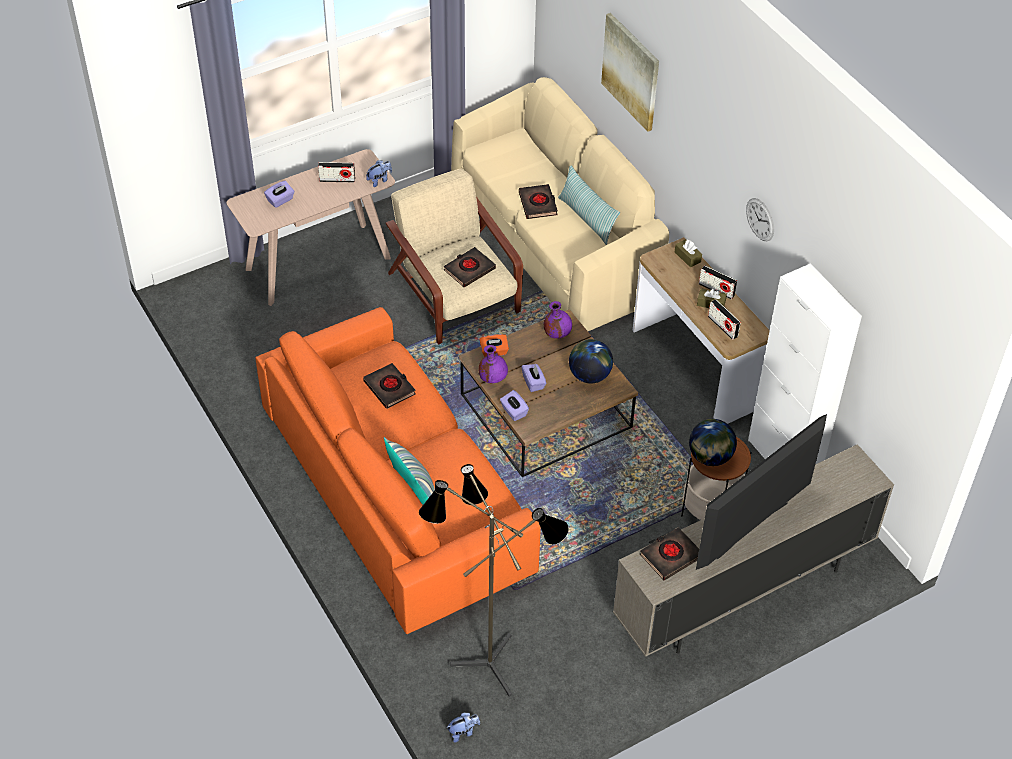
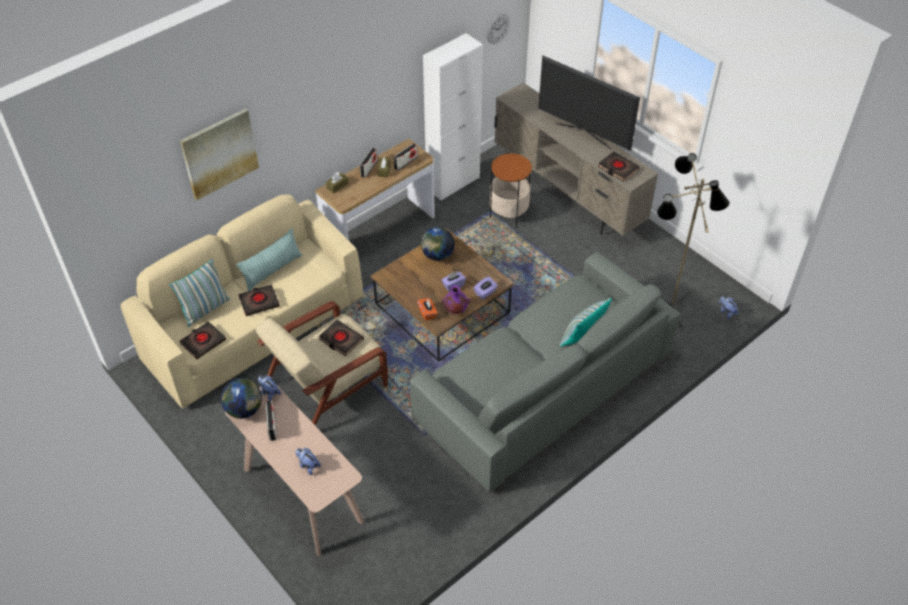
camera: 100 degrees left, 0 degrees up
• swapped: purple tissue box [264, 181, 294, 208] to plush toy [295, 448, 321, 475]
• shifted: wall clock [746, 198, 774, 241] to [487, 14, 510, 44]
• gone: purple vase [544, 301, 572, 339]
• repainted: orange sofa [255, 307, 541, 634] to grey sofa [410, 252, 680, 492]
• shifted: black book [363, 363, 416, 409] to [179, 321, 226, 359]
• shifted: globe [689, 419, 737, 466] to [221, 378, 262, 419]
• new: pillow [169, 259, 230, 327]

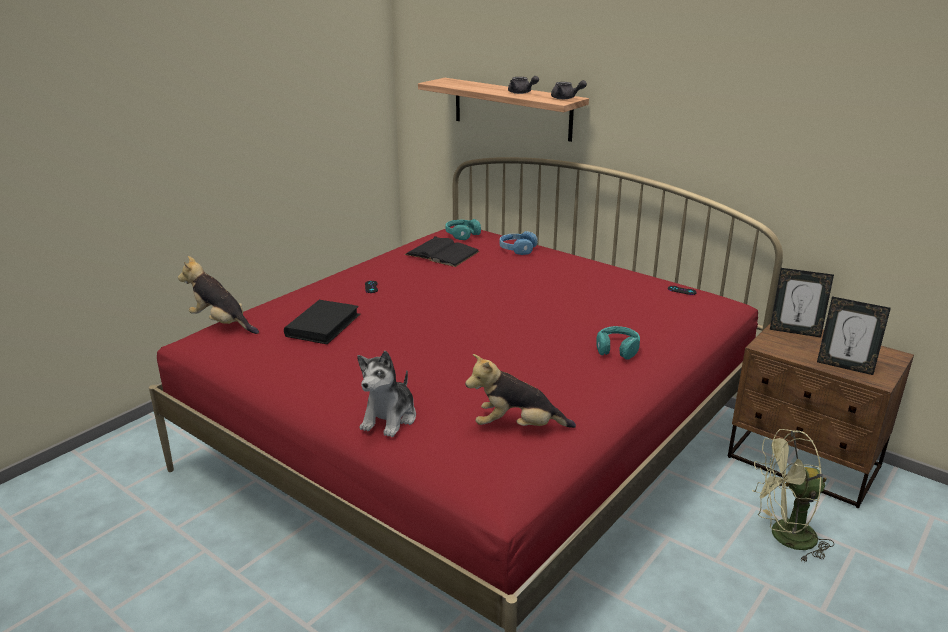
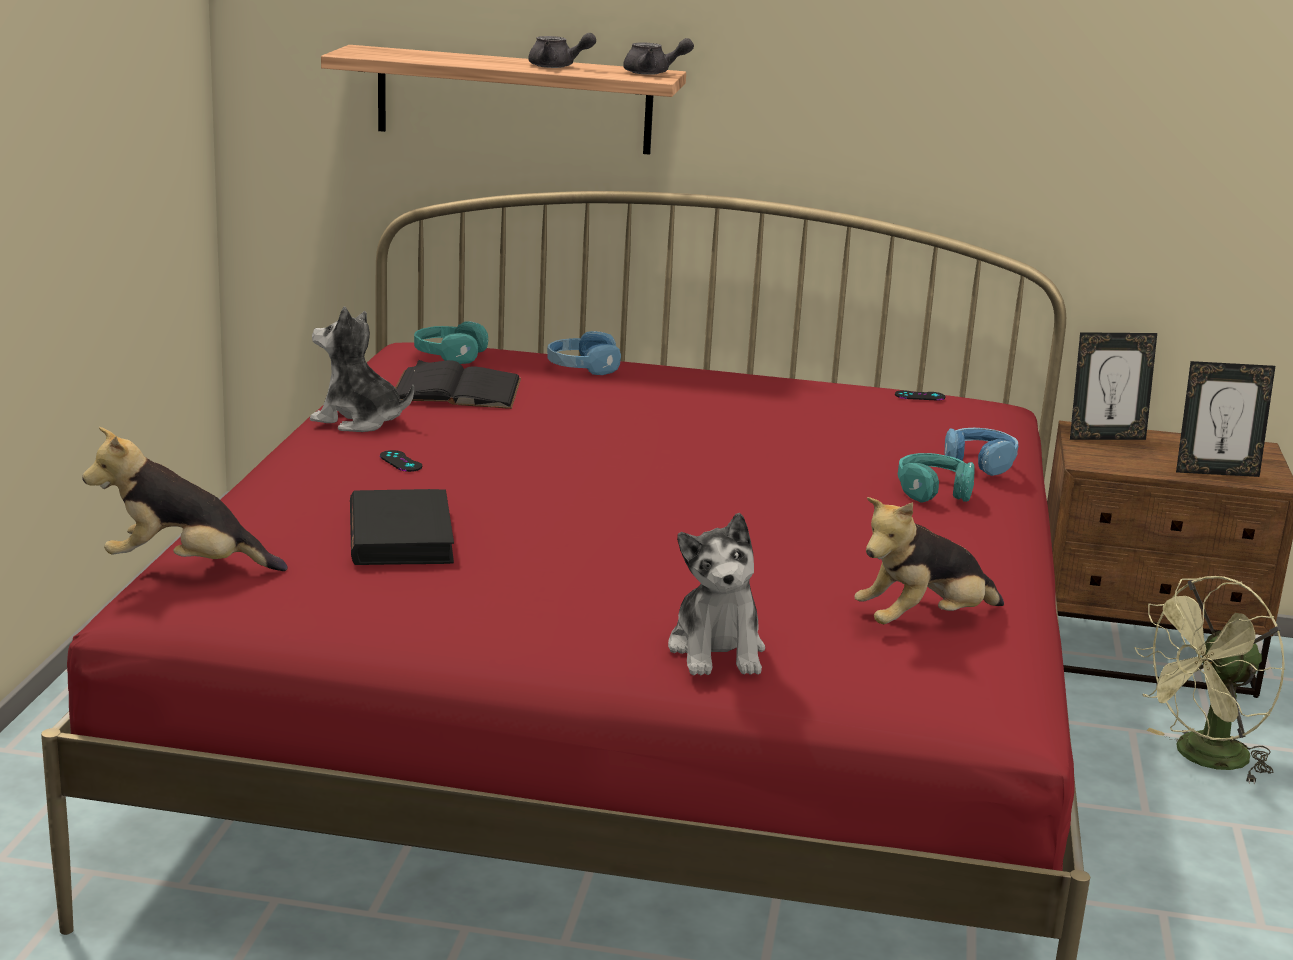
camera: 30 degrees left, 5 degrees down
• new: plush toy [310, 307, 414, 432]
• new: blue headphones [945, 428, 1018, 476]

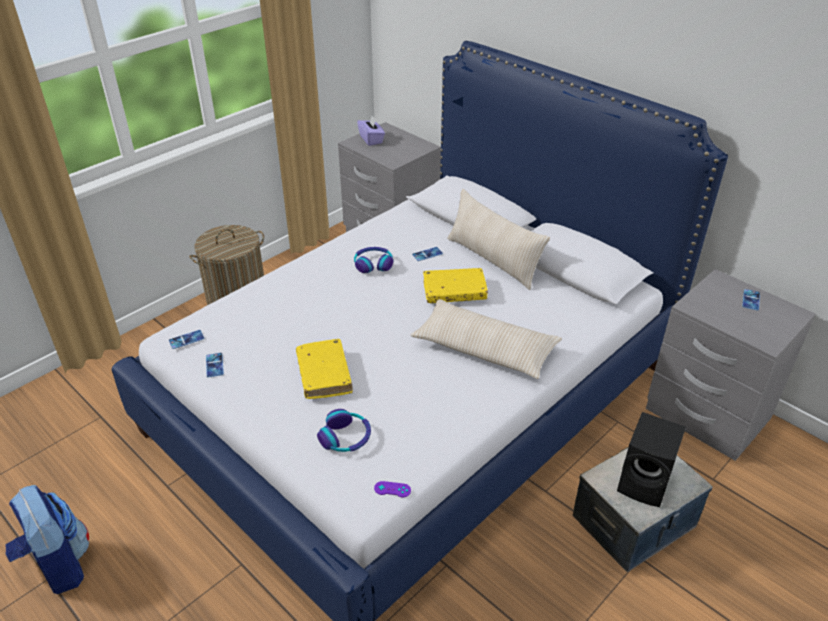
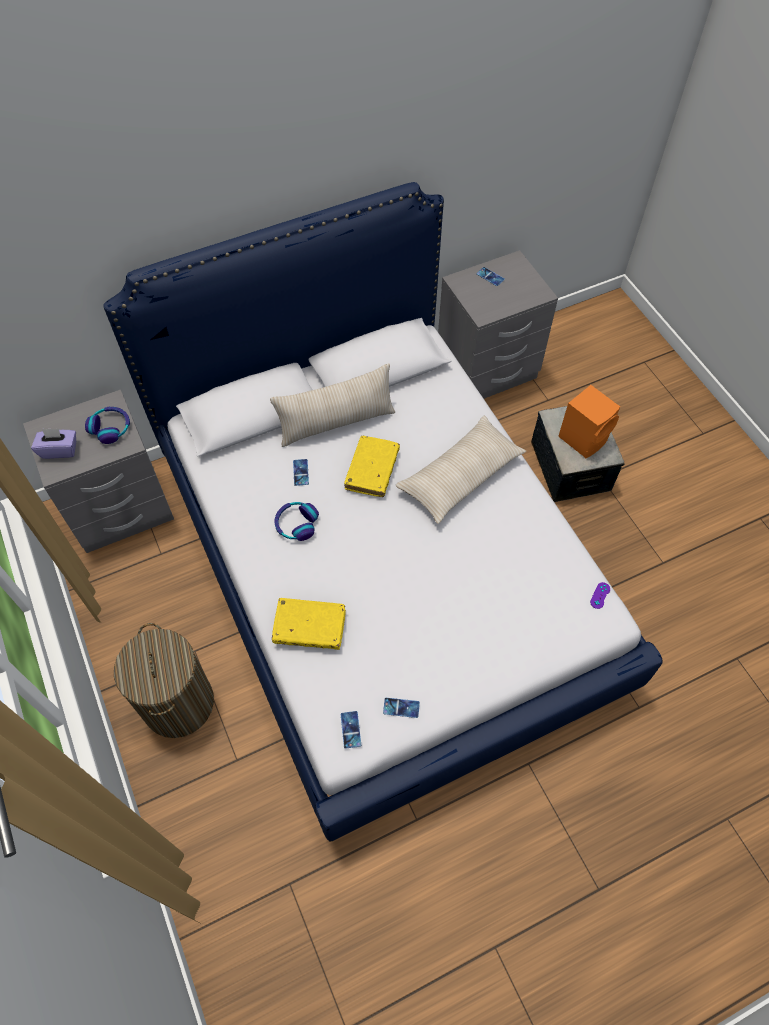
camera: 70 degrees left, 20 degrees up
• shifted: yellow book [296, 339, 353, 399] to [272, 598, 346, 650]
• shifted: headphones [317, 409, 371, 452] to [85, 407, 130, 444]
• repainted: black speaker [617, 412, 686, 507] to orange speaker [558, 385, 620, 458]
• gone: backpack [6, 485, 89, 594]

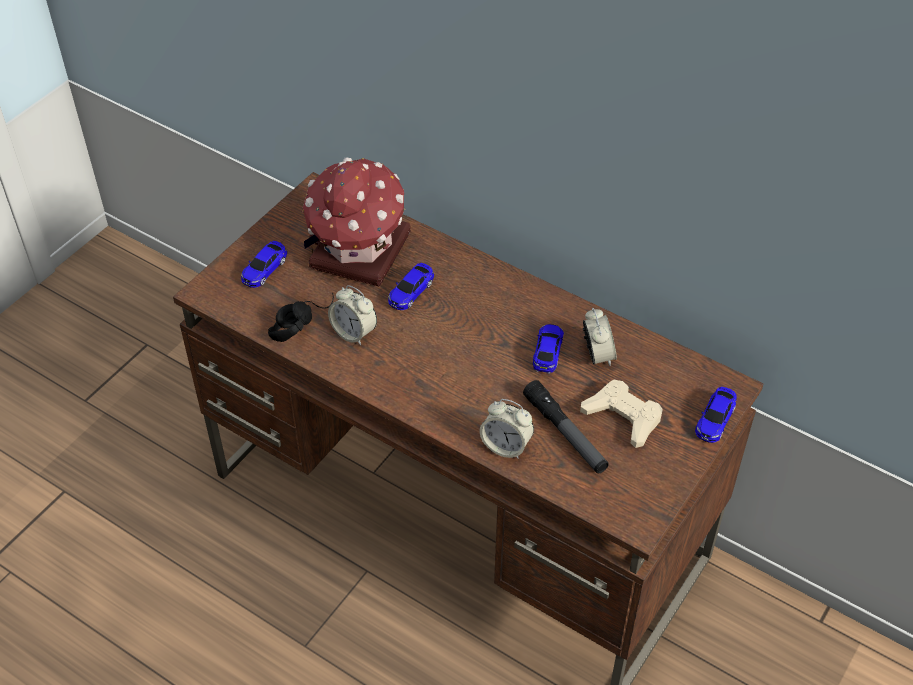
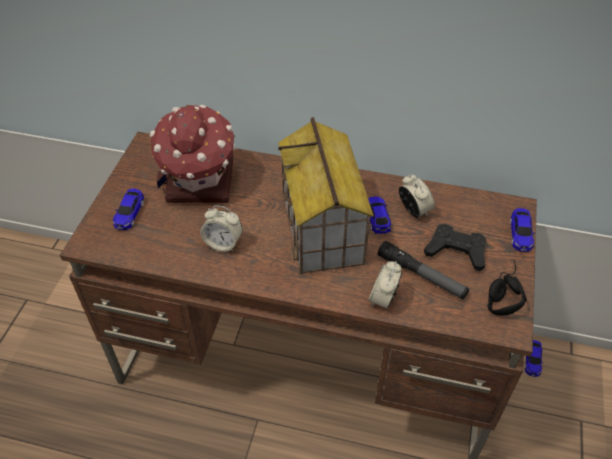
camera: 20 degrees left, 0 degrees up
• shifted: toy car [388, 263, 434, 310] to [525, 340, 543, 377]
• shifted: black headphones [268, 292, 334, 342] to [487, 260, 527, 316]
• repainted: beige game controller [580, 380, 663, 448] to black game controller [424, 224, 486, 271]
• rotated: alarm clock [480, 399, 534, 459] = [368, 261, 402, 309] 105 degrees clockwise
• new: toy house [278, 117, 374, 274]

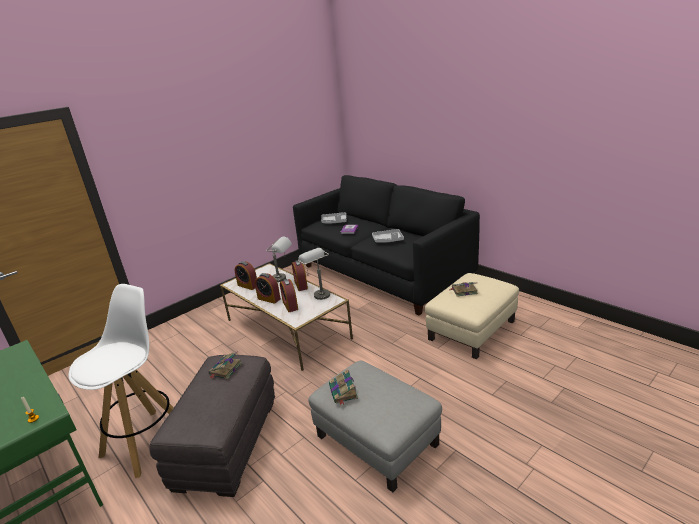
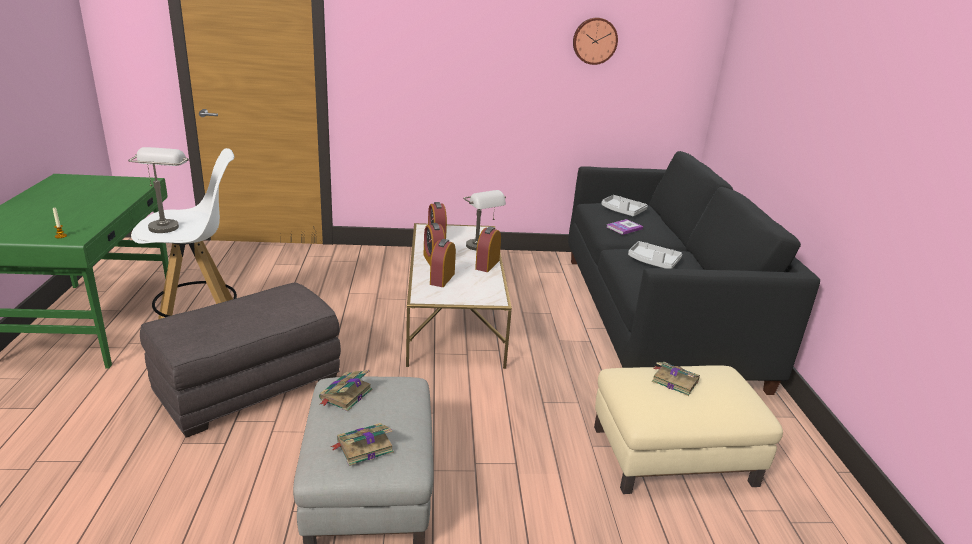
camera: 35 degrees right, 0 degrees up
• shifted: grey table lamp [298, 248, 330, 300] to [128, 147, 189, 233]
• shifted: book [209, 351, 242, 379] to [330, 423, 394, 466]
• new: wall clock [573, 18, 618, 65]

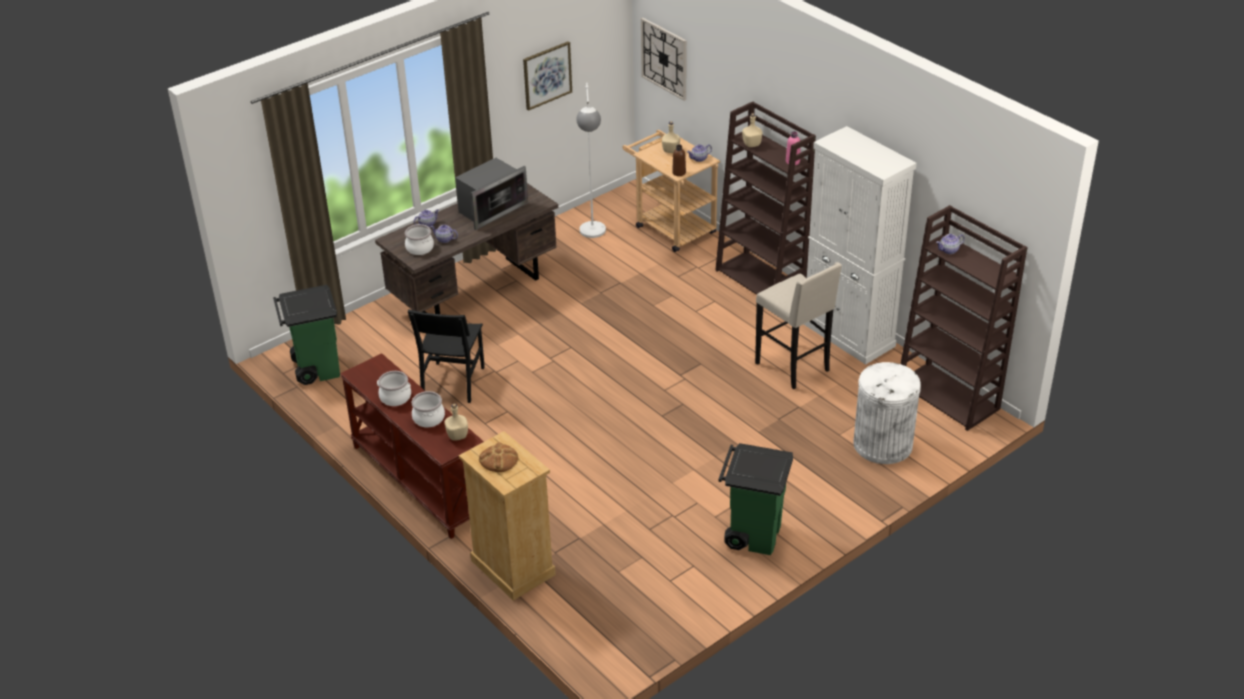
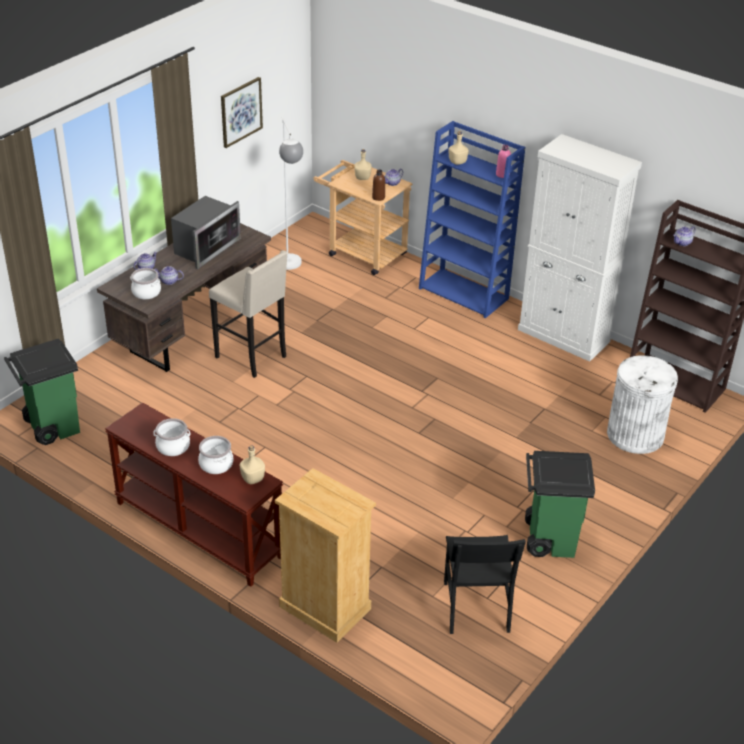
camera: 15 degrees left, 0 degrees up
• gone: wall clock [641, 18, 687, 101]
• repainted: brown bookcase [715, 102, 816, 295] to blue bookcase [419, 121, 525, 318]
• shifted: beige stool [755, 262, 842, 389] to [209, 250, 287, 378]
• shifted: black chair [408, 309, 485, 403] to [444, 535, 526, 634]
• gone: bread [479, 442, 518, 472]

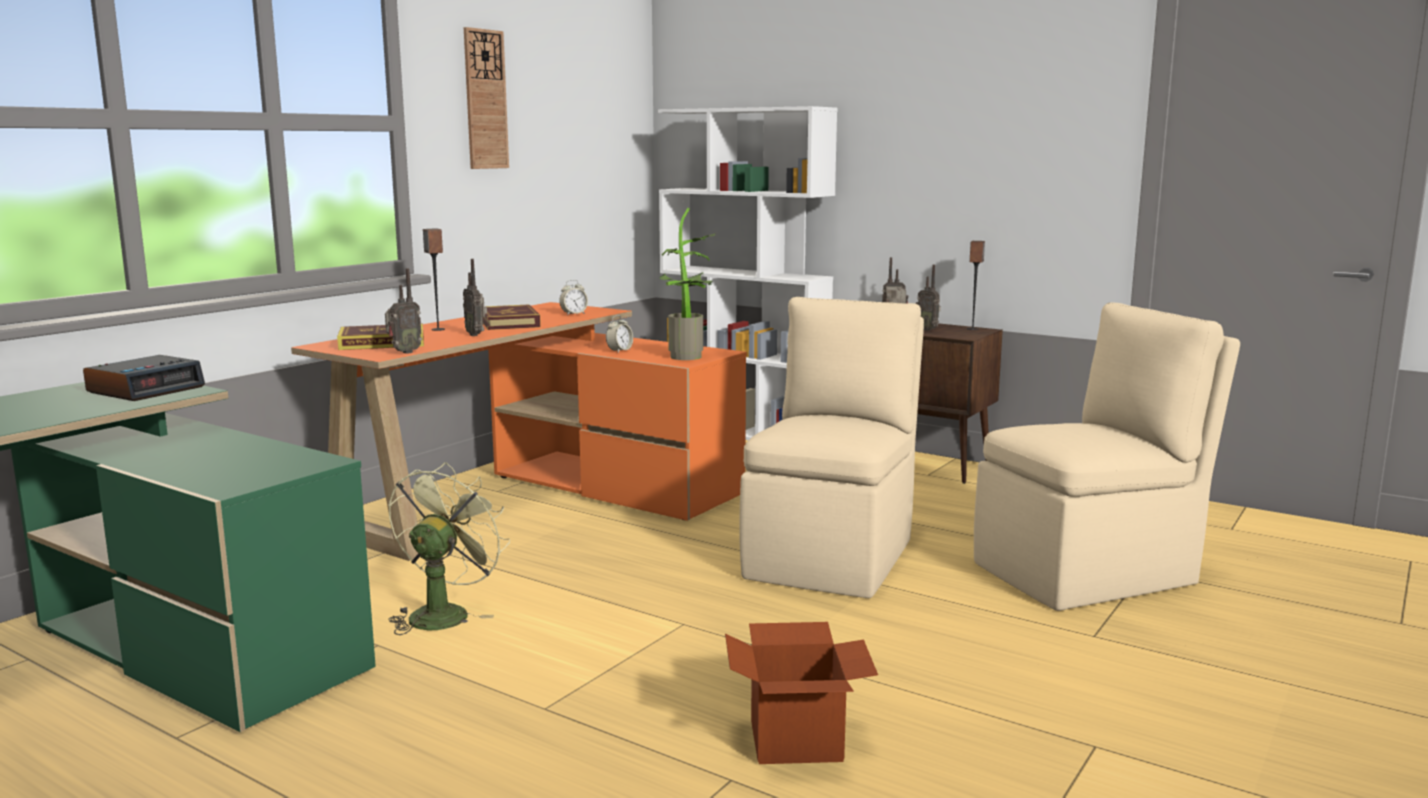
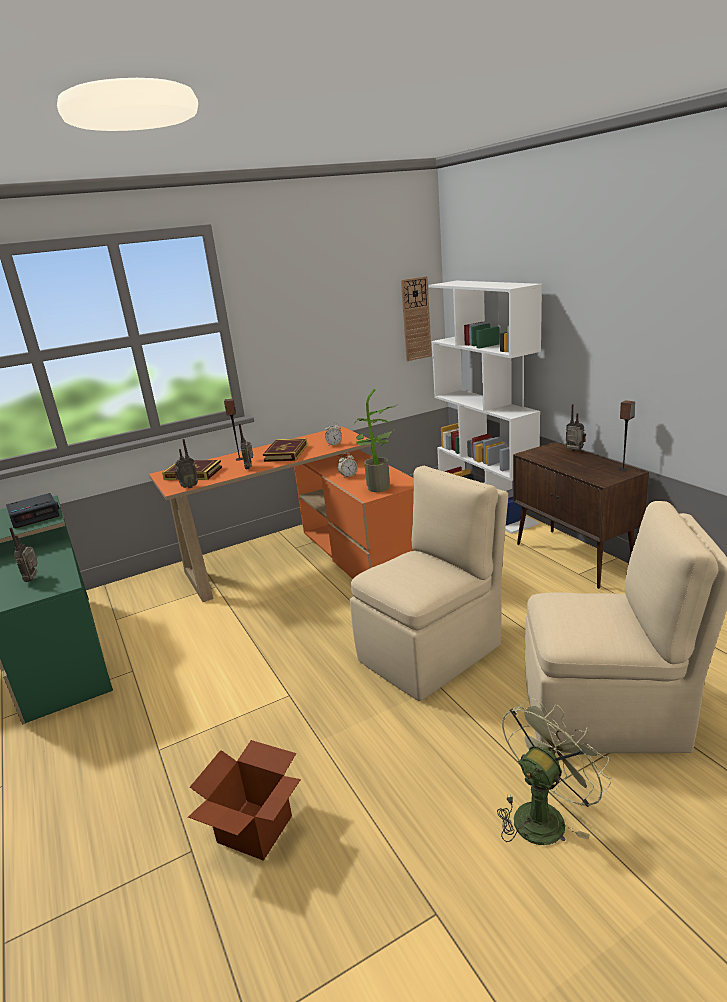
camera: 30 degrees right, 10 degrees up
• shifted: wall clock [464, 27, 509, 169] to [401, 276, 432, 361]
• shifted: radio [915, 265, 941, 331] to [9, 527, 37, 582]
• shifted: green fan [388, 462, 510, 635] to [497, 697, 611, 845]

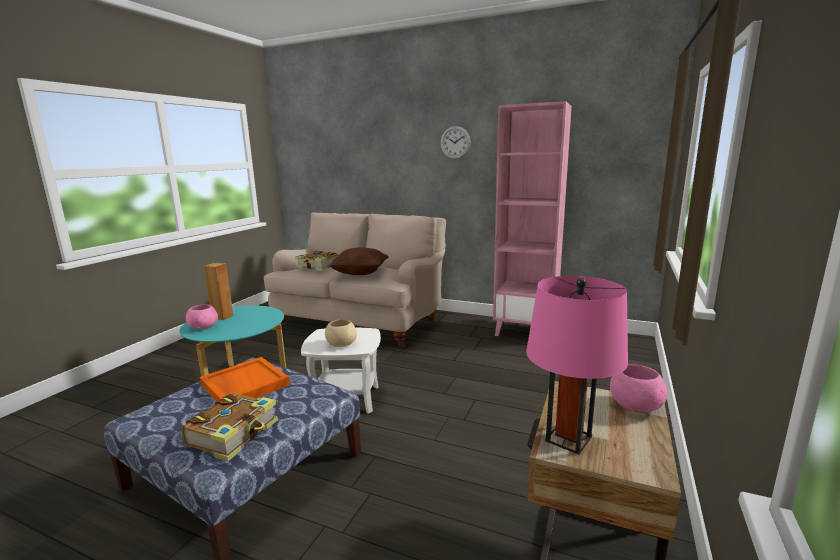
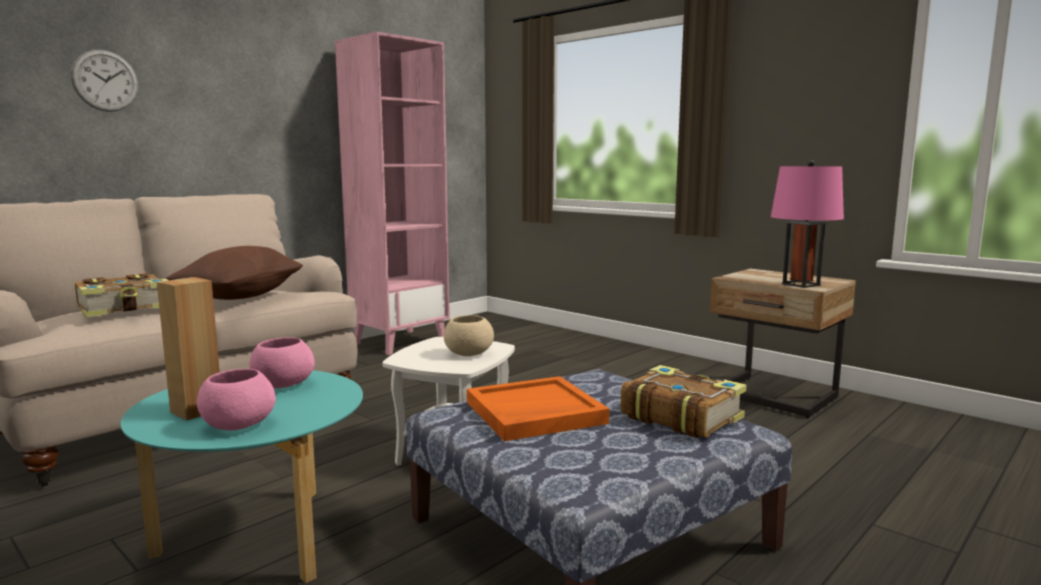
camera: 70 degrees left, 5 degrees down
• shifted: wall clock [440, 126, 471, 159] to [71, 50, 138, 112]
• shifted: pink bowl [610, 364, 667, 412] to [249, 338, 315, 388]

